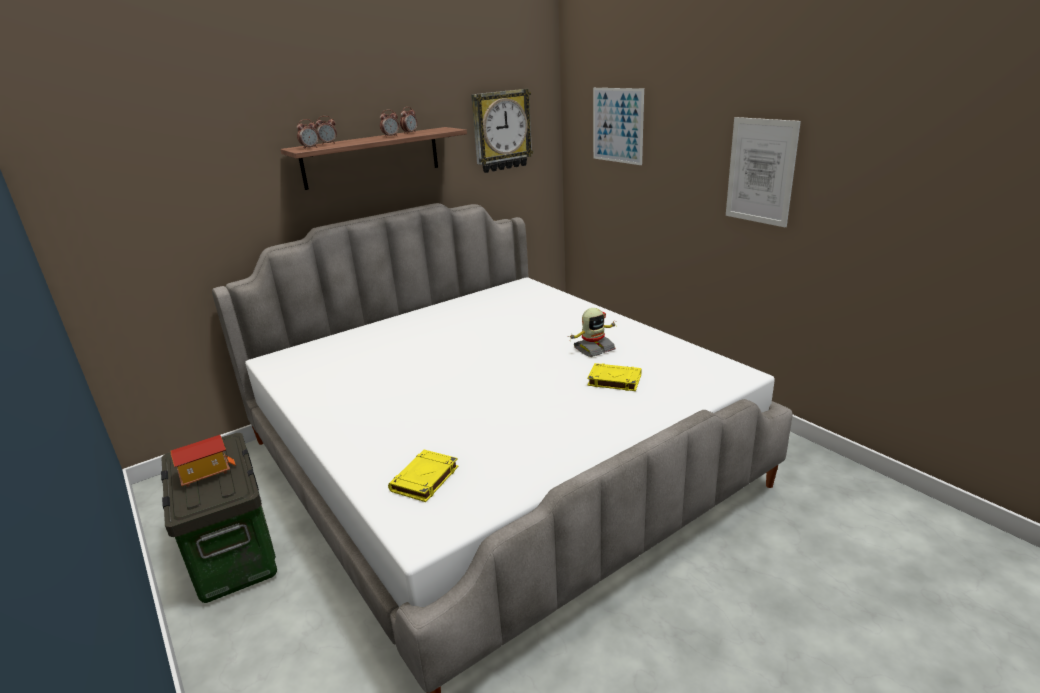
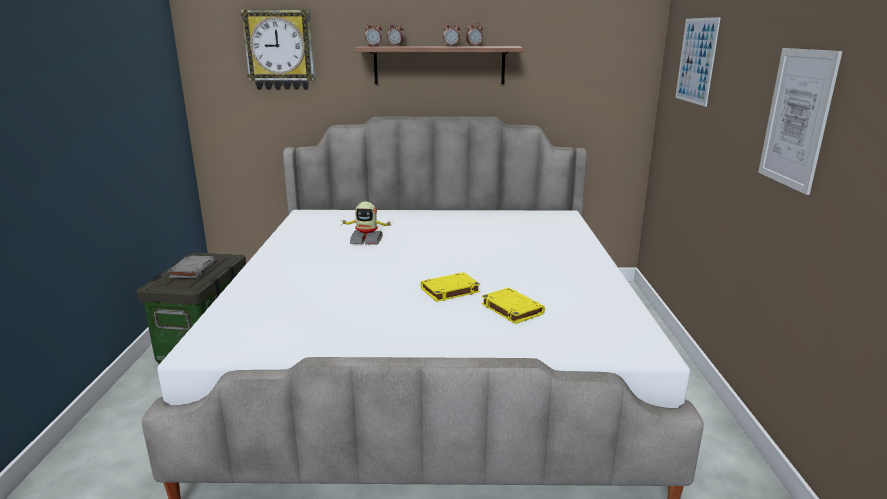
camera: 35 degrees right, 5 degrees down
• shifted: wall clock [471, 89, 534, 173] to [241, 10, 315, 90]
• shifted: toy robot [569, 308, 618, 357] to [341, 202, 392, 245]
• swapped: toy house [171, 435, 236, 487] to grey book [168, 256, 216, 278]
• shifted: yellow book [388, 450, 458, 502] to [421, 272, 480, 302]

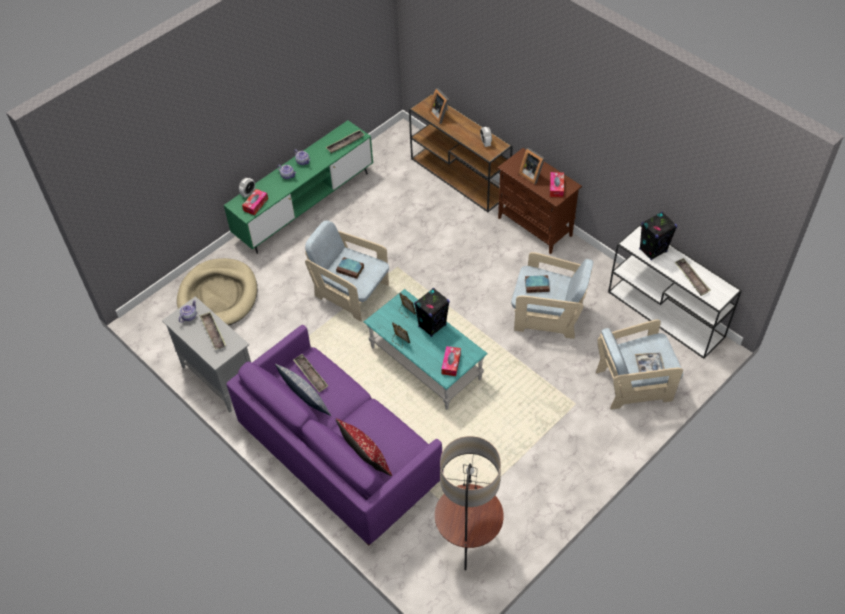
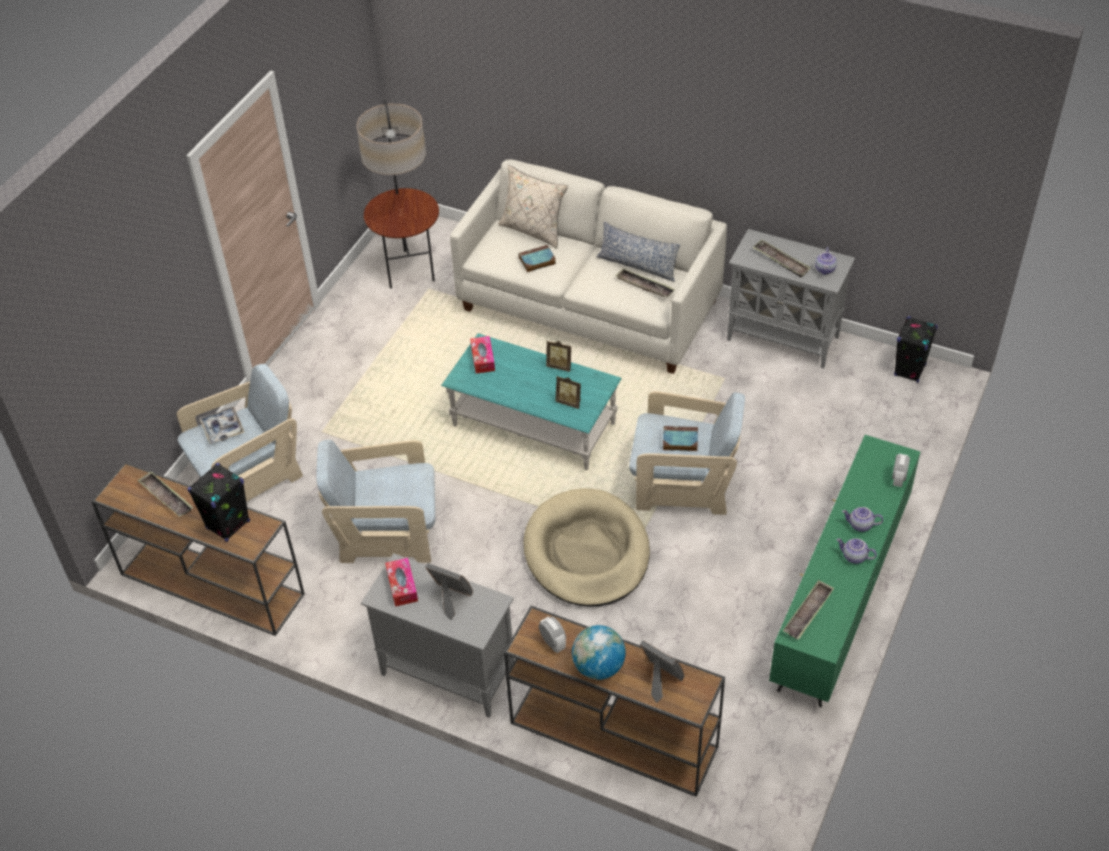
camera: 160 degrees right, 5 degrees down
• repainted: brown cabinet [498, 148, 582, 254] to grey cabinet [361, 553, 514, 718]
• gone: tissue box [242, 189, 268, 216]
• repainted: white console table [608, 225, 742, 359] to brown console table [91, 462, 305, 636]
• shifted: beige dog bed [177, 258, 257, 326] to [523, 488, 650, 607]
• shifted: book [525, 275, 550, 293] to [518, 245, 556, 272]
• shifted: black speaker [414, 288, 450, 337] to [894, 316, 938, 383]
• repainted: purple sofa [226, 325, 443, 545] to white sofa [450, 159, 727, 374]
• repainted: red pillow [336, 419, 392, 476] to beige pillow [498, 165, 568, 249]
• new: globe [572, 625, 626, 680]

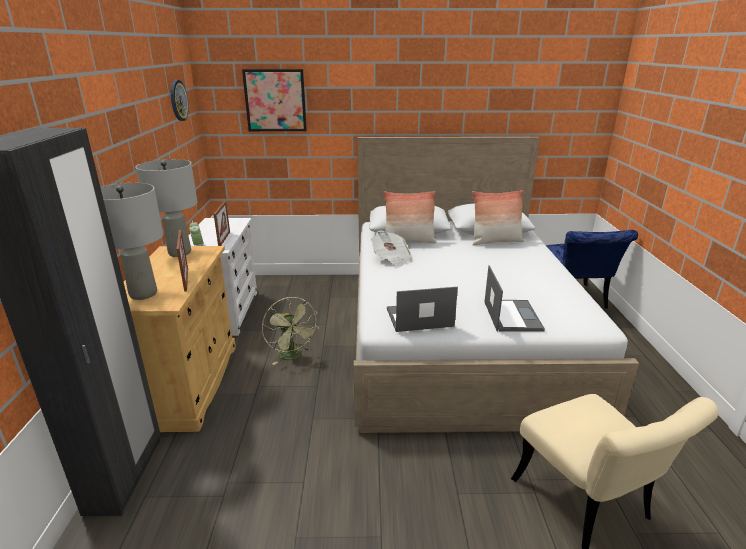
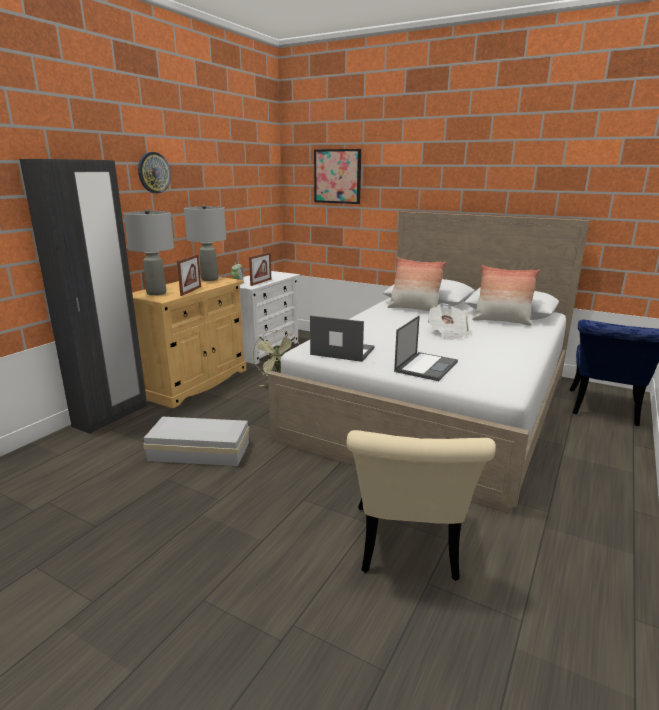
camera: 30 degrees right, 5 degrees down
• shifted: wall clock [171, 80, 189, 121] to [138, 152, 171, 193]
• shifted: newspaper [371, 231, 412, 267] to [428, 304, 469, 340]
• new: white storage box [143, 417, 249, 466]

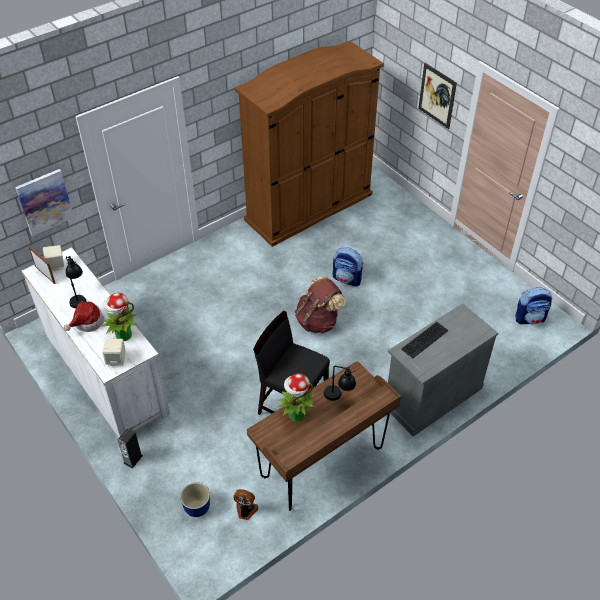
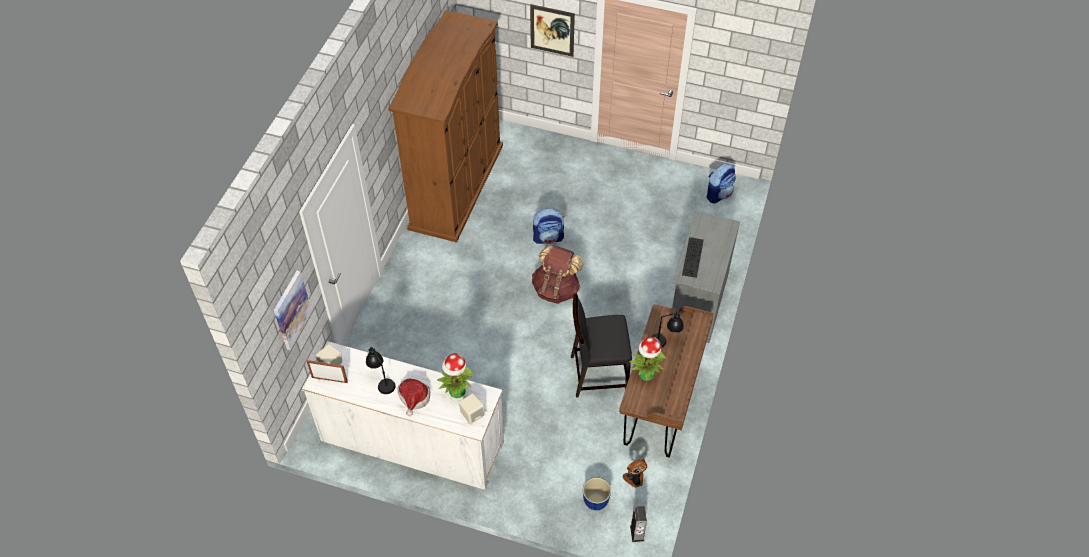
camera: 35 degrees left, 5 degrees up
• shifted: speaker [117, 428, 143, 469] to [630, 506, 647, 542]

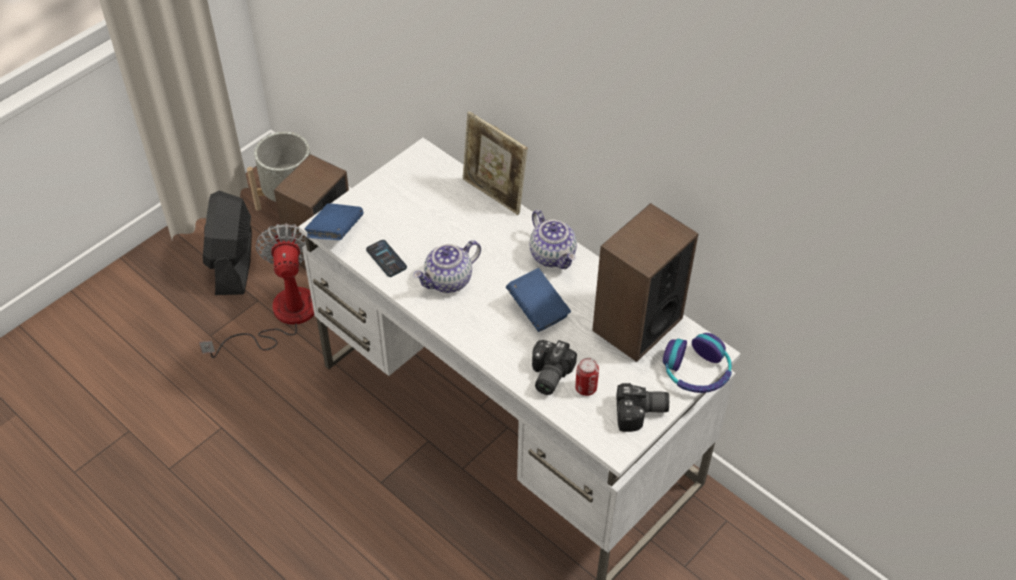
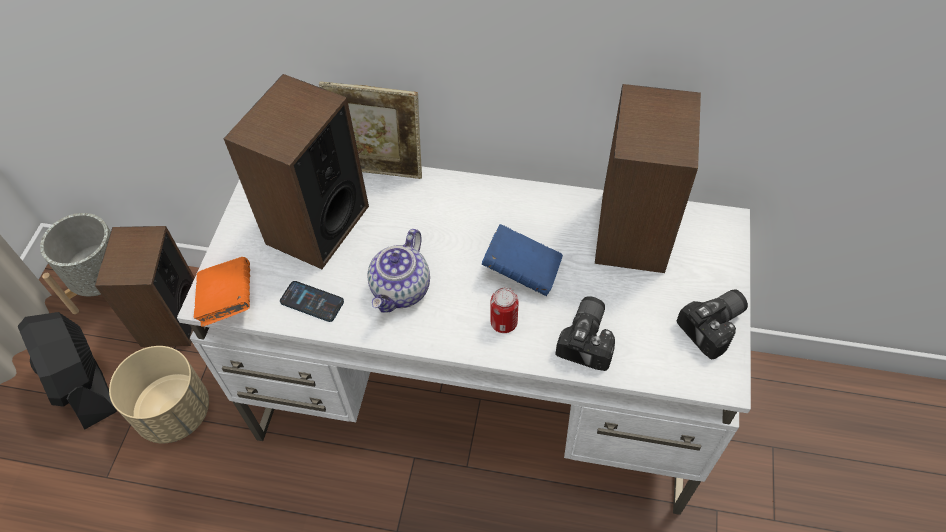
camera: 30 degrees left, 5 degrees up
• repainted: blue book [305, 203, 364, 240] to orange book [194, 257, 250, 327]
• gone: teapot [529, 210, 577, 269]
• swapped: fan [199, 223, 314, 358] to beige planter [109, 346, 209, 443]
• gone: headphones [663, 333, 732, 393]
• rotated: photo camera [532, 340, 577, 395] = [555, 296, 615, 371] 150 degrees counterclockwise
• shifted: can [575, 358, 599, 396] to [490, 287, 518, 333]
• new: speaker [224, 74, 369, 269]

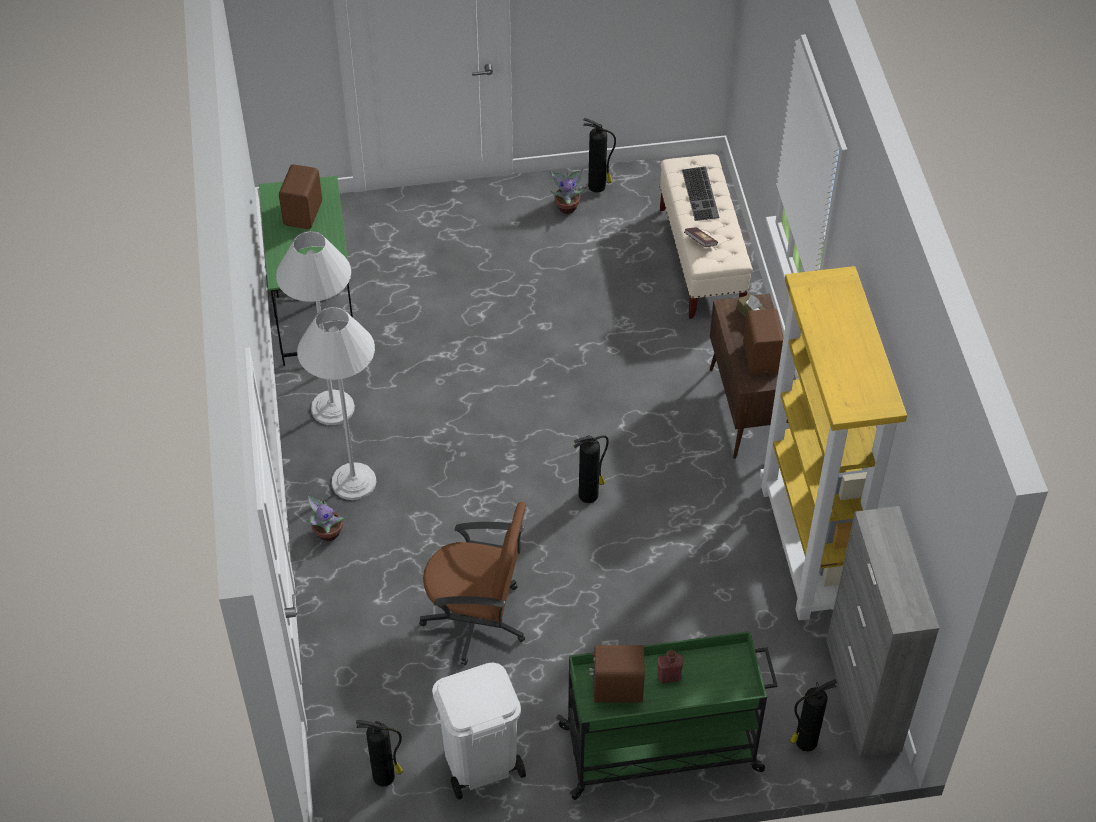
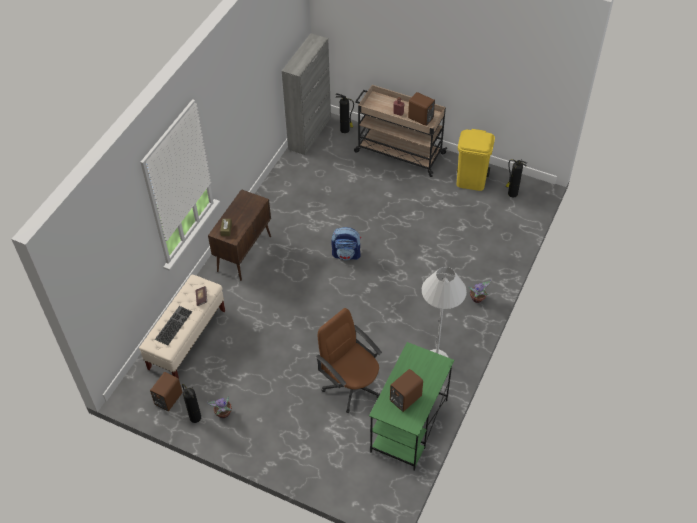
camera: 145 degrees left, 0 degrees up
• gone: yellow bookcase [760, 266, 907, 620]
• gone: white floor lamp [297, 307, 376, 500]
• shifted: brown speaker [743, 309, 784, 375] to [150, 372, 182, 411]
• swapped: fire extinguisher [574, 435, 609, 503] to backpack [331, 227, 361, 260]
• shifted: brown office chair [420, 502, 526, 665] to [316, 308, 382, 413]
• repainted: green cart [556, 631, 778, 800] to beige cart [354, 85, 447, 177]
• repainted: white trash can [432, 662, 526, 800] to yellow trash can [457, 129, 495, 191]

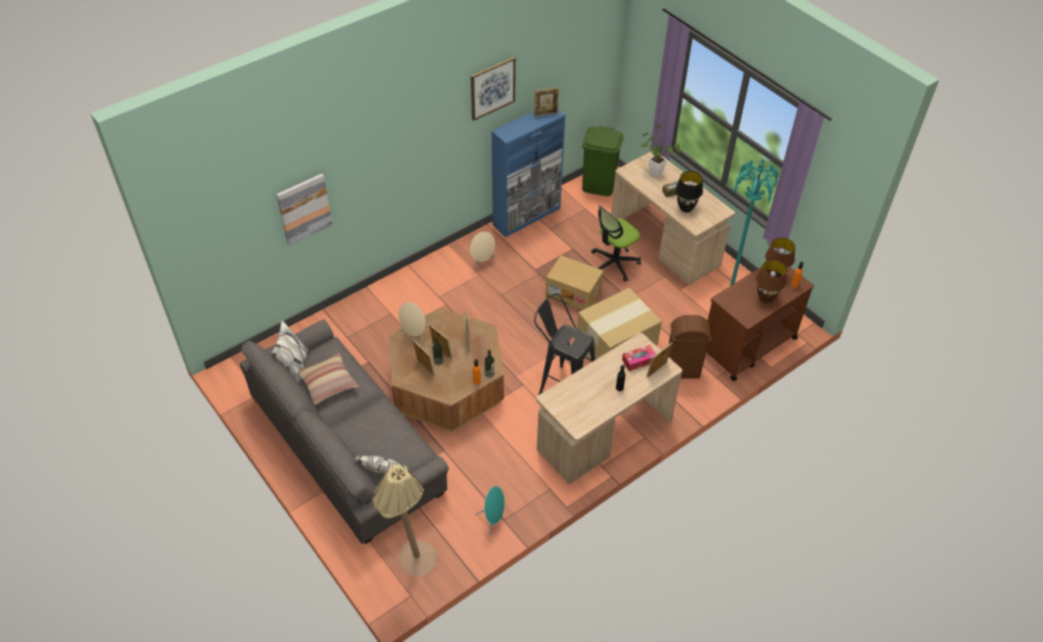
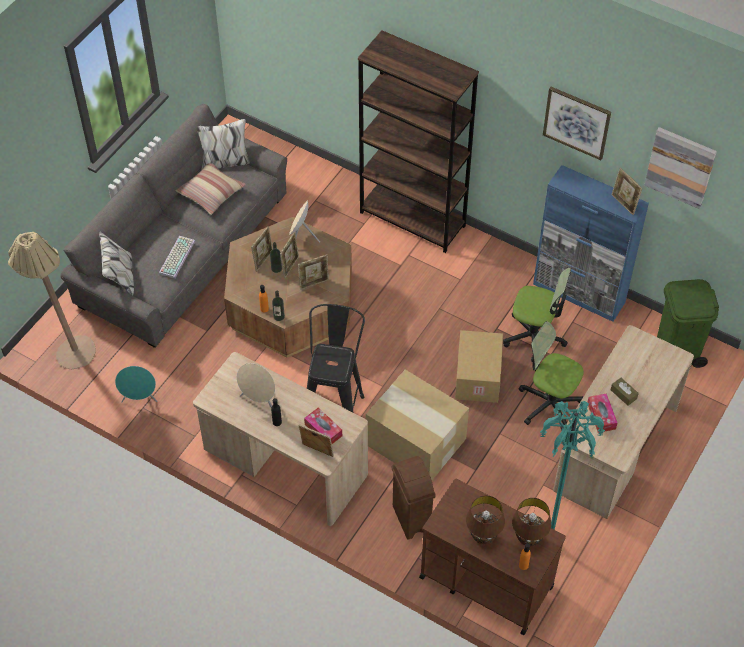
camera: 70 degrees right, 5 degrees up
• gone: potted plant [640, 123, 680, 177]
• swapped: black table lamp [676, 171, 703, 212] to tissue box [587, 393, 617, 433]
• shifted: picture [276, 174, 332, 246] to [644, 127, 717, 209]
• shifted: beige speaker [470, 231, 495, 271] to [237, 363, 275, 408]
• new: brown bookcase [358, 30, 479, 253]
• new: keyboard [159, 236, 195, 278]
• new: office chair [503, 268, 571, 347]

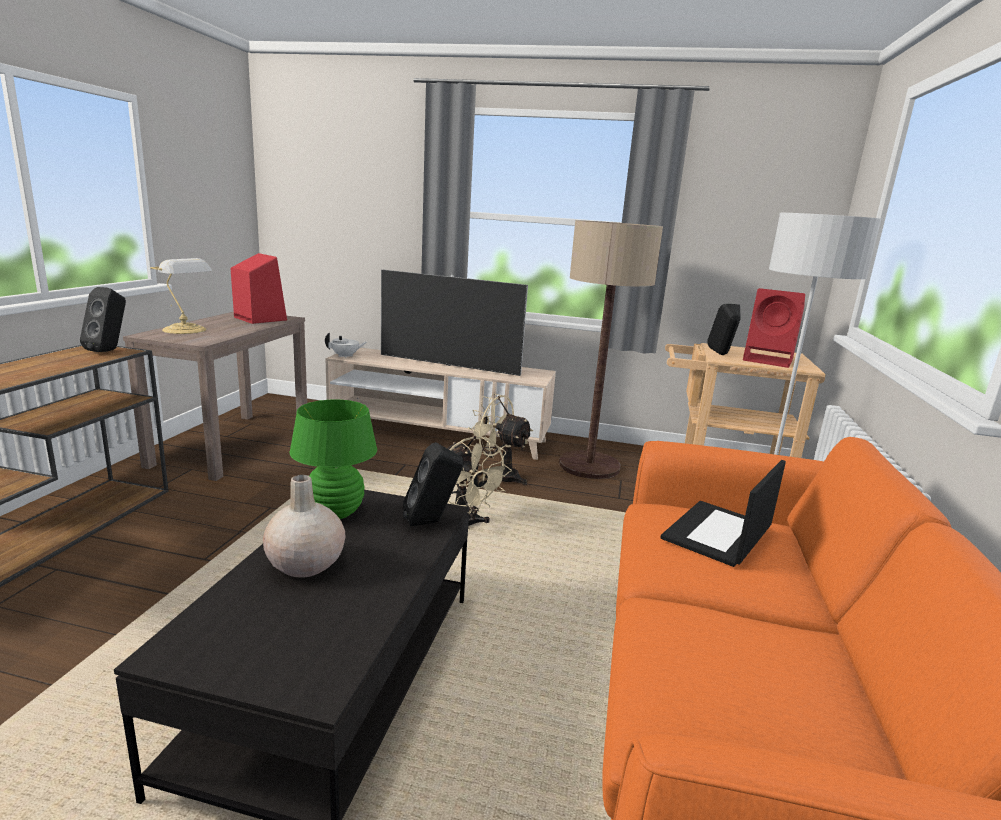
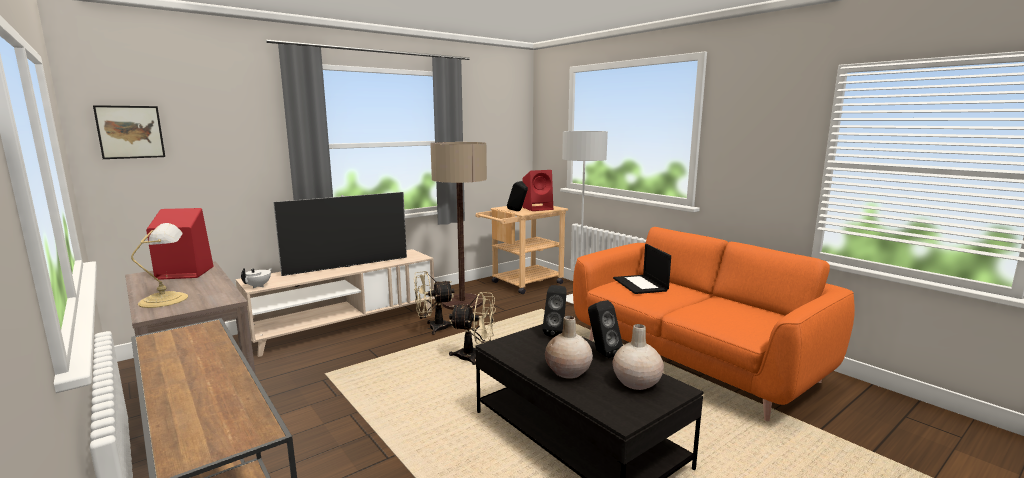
camera: 50 degrees left, 5 degrees down
• shifted: black speaker [80, 287, 126, 352] to [588, 300, 623, 358]
• gone: green table lamp [290, 399, 377, 519]
• new: picture [93, 105, 165, 159]
• new: beige vase [613, 324, 664, 390]

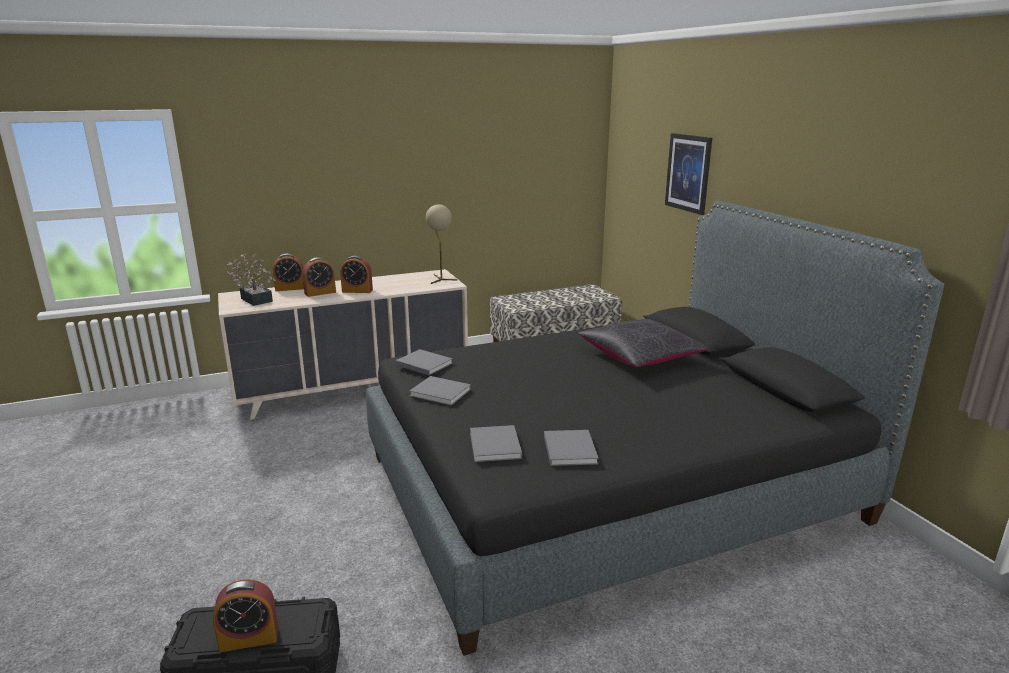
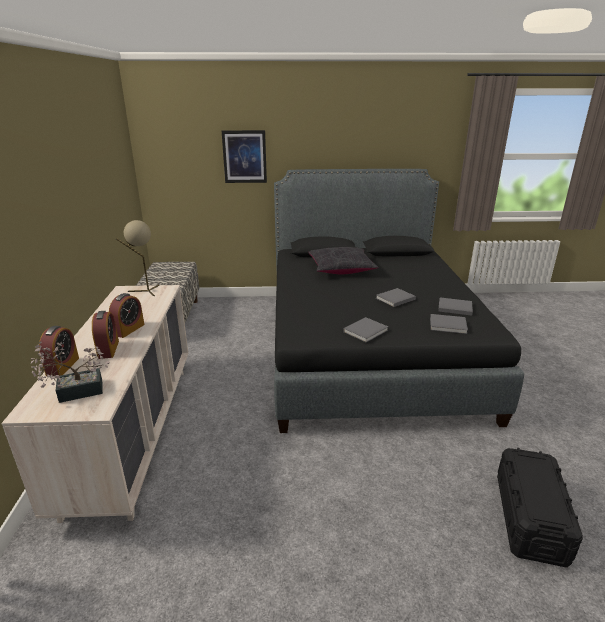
camera: 70 degrees left, 5 degrees up
• shifted: grey book [396, 349, 453, 375] to [376, 288, 416, 307]
• gone: alarm clock [213, 579, 278, 652]

